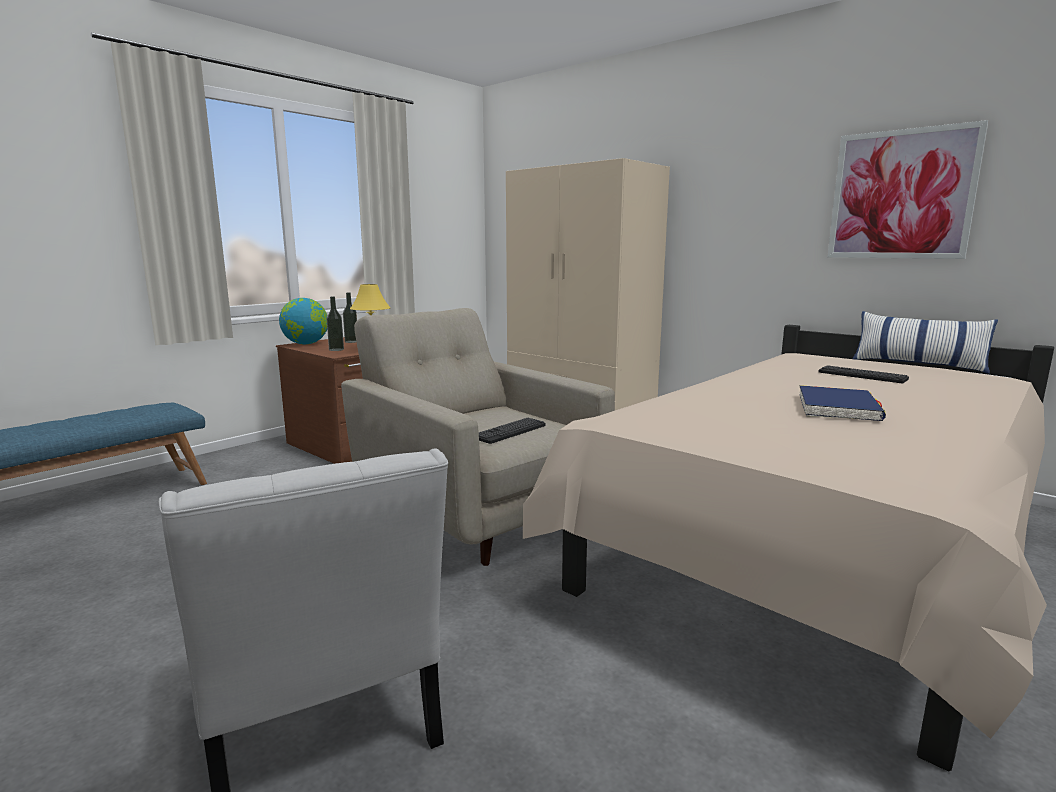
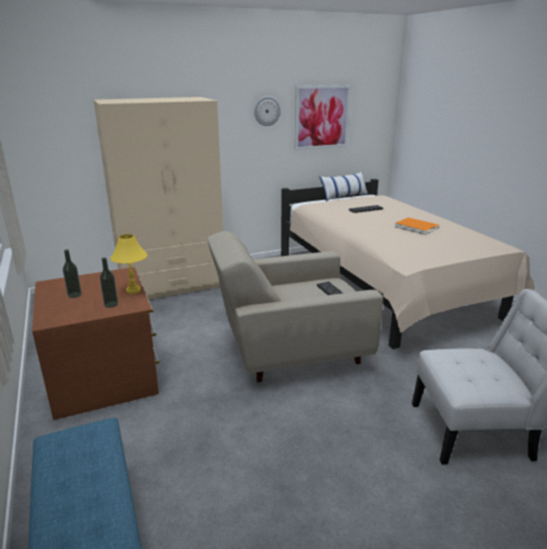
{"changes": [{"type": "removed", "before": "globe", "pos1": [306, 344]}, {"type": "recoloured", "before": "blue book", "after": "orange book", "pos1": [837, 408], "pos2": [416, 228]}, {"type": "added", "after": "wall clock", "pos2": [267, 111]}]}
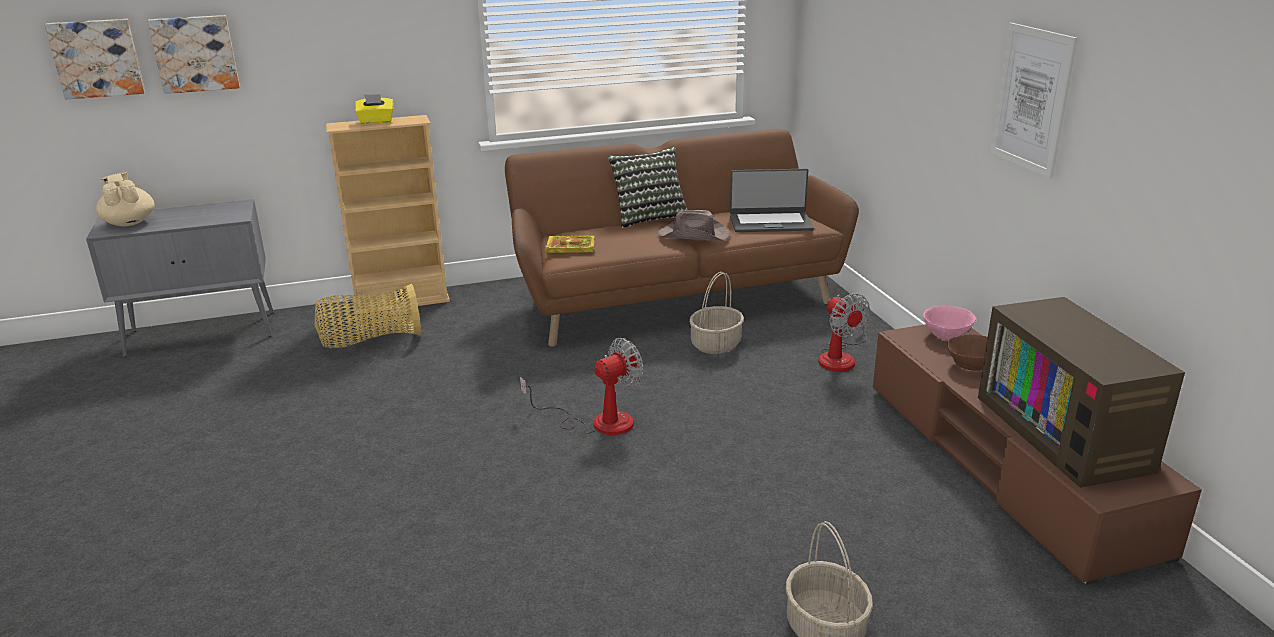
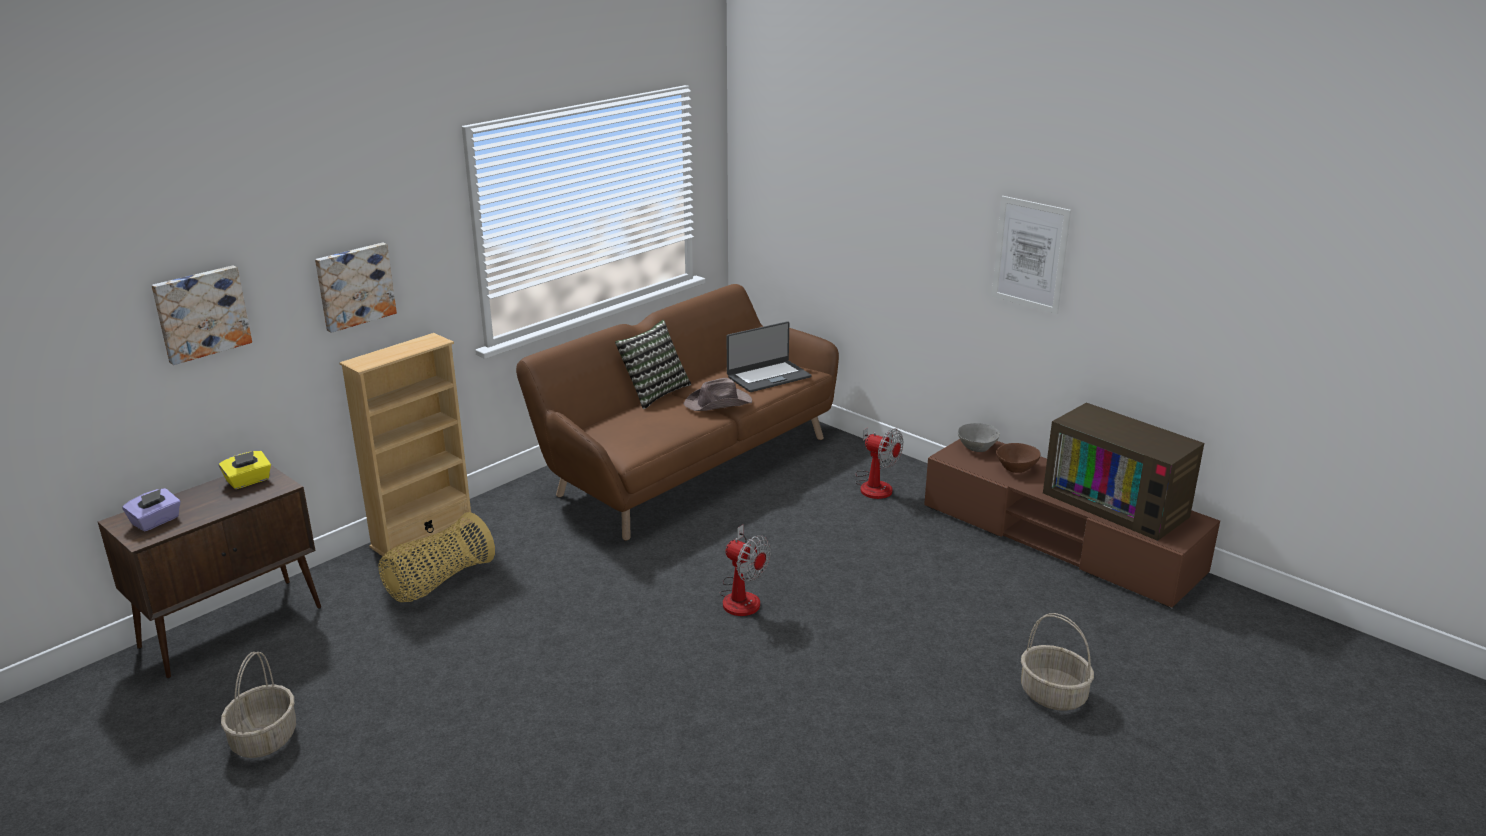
{"changes": [{"type": "moved", "before": "picture", "pos1": [97, 58], "pos2": [354, 286]}, {"type": "recoloured", "before": "grey cabinet", "after": "brown cabinet", "pos1": [203, 333], "pos2": [233, 626]}, {"type": "replaced", "before": "beige teapot", "after": "purple tissue box", "pos1": [129, 223], "pos2": [156, 521]}, {"type": "moved", "before": "yellow tissue box", "pos1": [376, 122], "pos2": [248, 481]}, {"type": "turned", "before": "fan", "pos1": [598, 422], "pos2": [741, 596], "turn": 105}, {"type": "removed", "before": "book", "pos1": [569, 247]}, {"type": "moved", "before": "basket", "pos1": [715, 344], "pos2": [264, 738]}, {"type": "recoloured", "before": "pink bowl", "after": "grey bowl", "pos1": [946, 335], "pos2": [976, 448]}]}
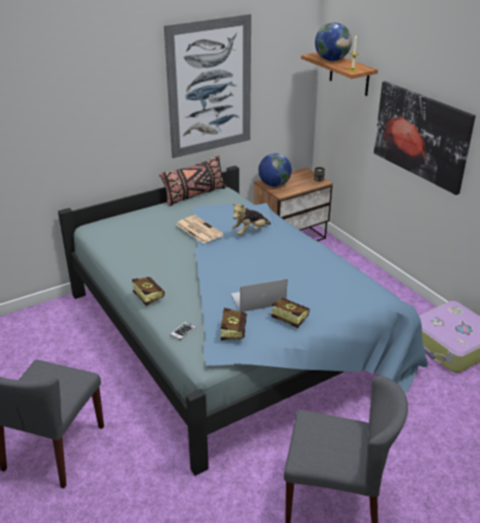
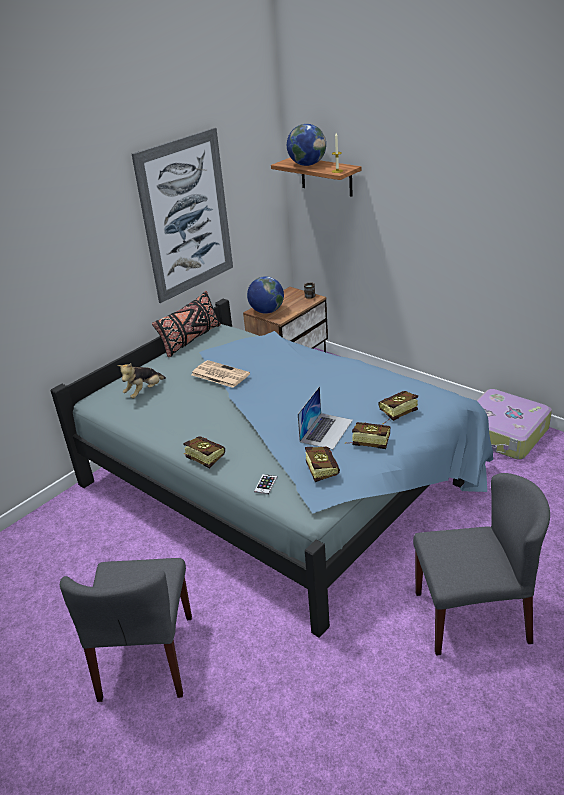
{"changes": [{"type": "turned", "before": "laptop", "pos1": [258, 299], "pos2": [326, 430], "turn": 150}, {"type": "moved", "before": "plush toy", "pos1": [250, 232], "pos2": [144, 392]}, {"type": "removed", "before": "picture", "pos1": [421, 135]}, {"type": "added", "after": "book", "pos2": [395, 414]}]}
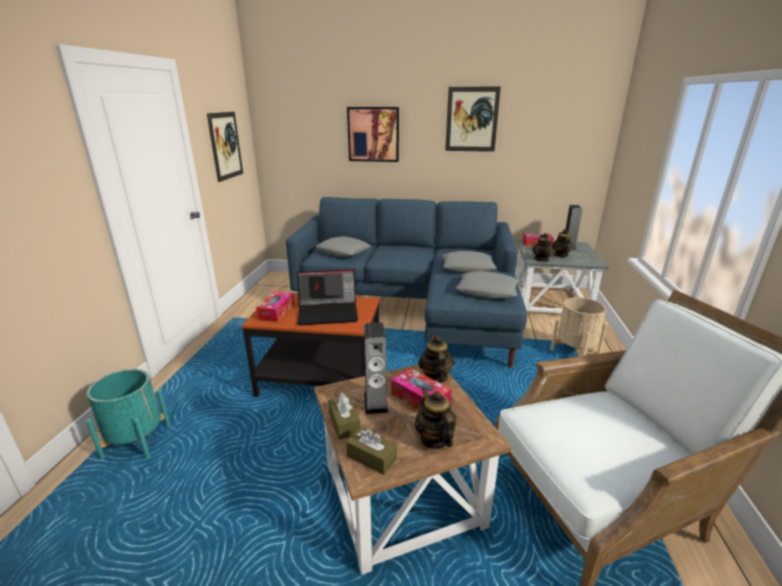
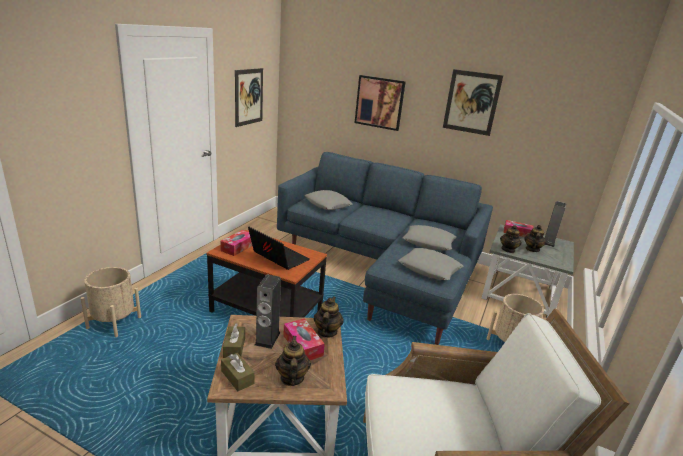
{"changes": [{"type": "recoloured", "before": "turquoise planter", "after": "beige planter", "pos1": [137, 442], "pos2": [114, 323]}, {"type": "turned", "before": "laptop", "pos1": [329, 313], "pos2": [277, 257], "turn": -150}]}
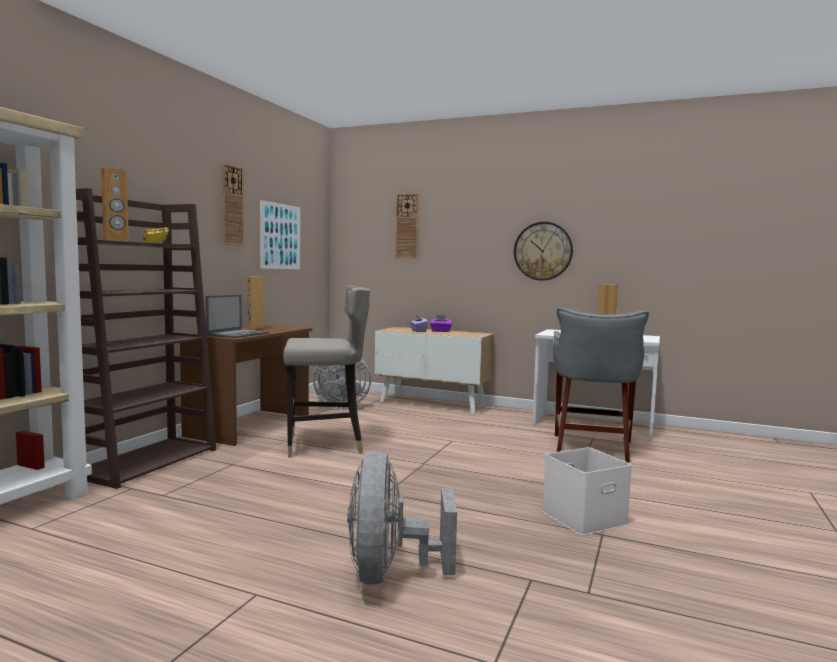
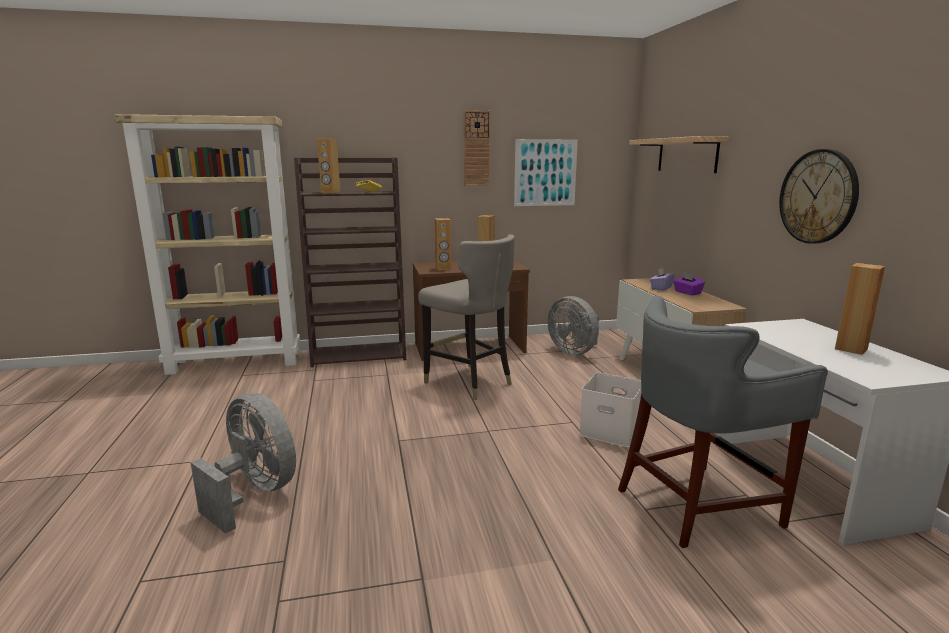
{"changes": [{"type": "replaced", "before": "laptop", "after": "brown speaker", "pos1": [238, 334], "pos2": [443, 268]}, {"type": "turned", "before": "grey fan", "pos1": [390, 573], "pos2": [255, 493], "turn": 75}, {"type": "replaced", "before": "wall clock", "after": "shelf", "pos1": [407, 226], "pos2": [687, 155]}, {"type": "moved", "before": "white storage box", "pos1": [584, 517], "pos2": [611, 430]}]}
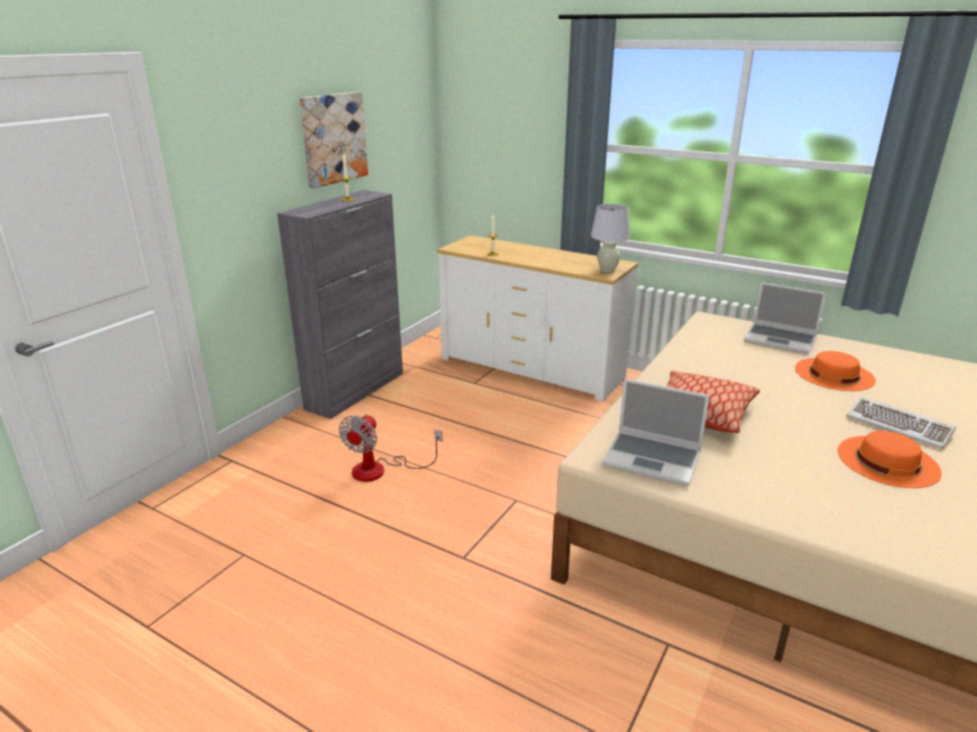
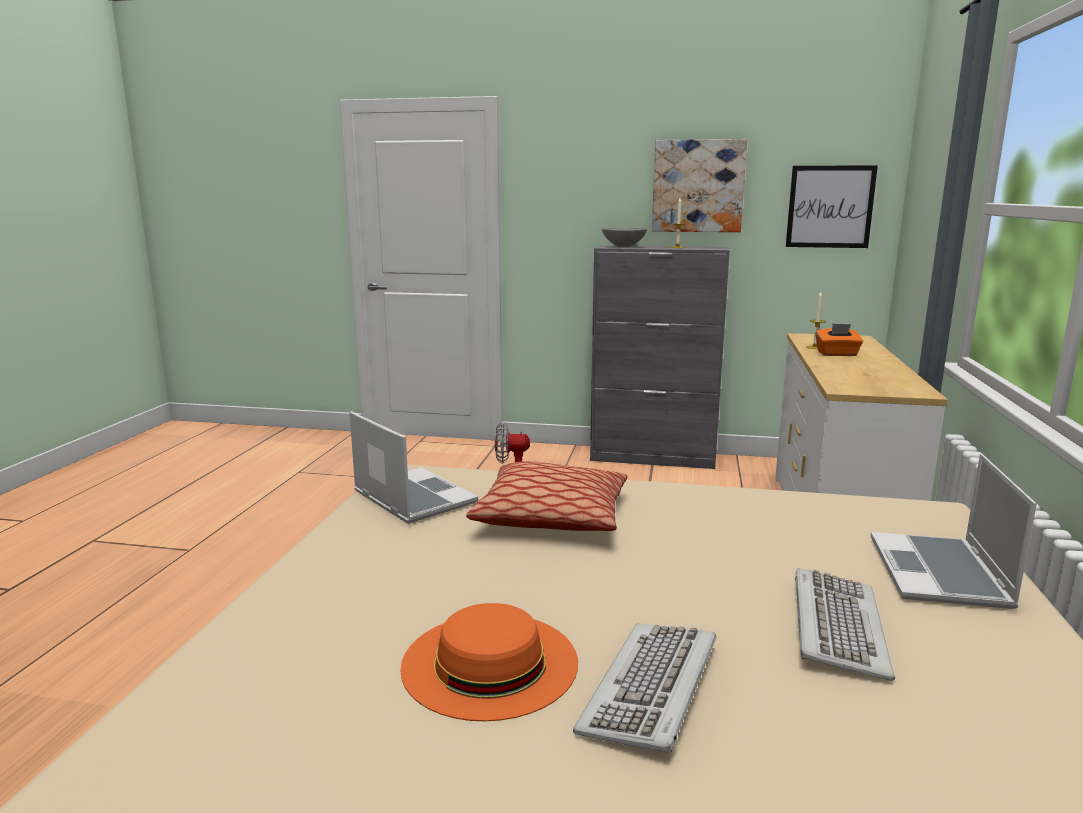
{"changes": [{"type": "removed", "before": "white table lamp", "pos1": [607, 270]}, {"type": "turned", "before": "laptop", "pos1": [653, 459], "pos2": [412, 498], "turn": 135}, {"type": "replaced", "before": "orange hat", "after": "keyboard", "pos1": [834, 374], "pos2": [836, 626]}, {"type": "added", "after": "grey bowl", "pos2": [624, 246]}, {"type": "added", "after": "picture", "pos2": [830, 207]}, {"type": "added", "after": "orange tissue box", "pos2": [837, 354]}]}
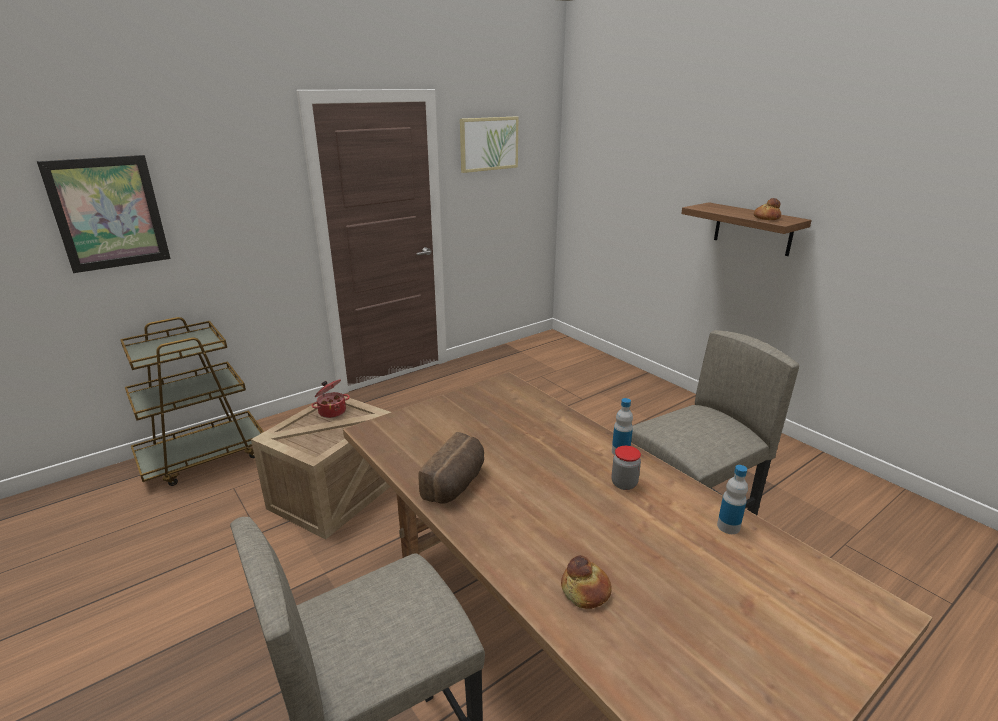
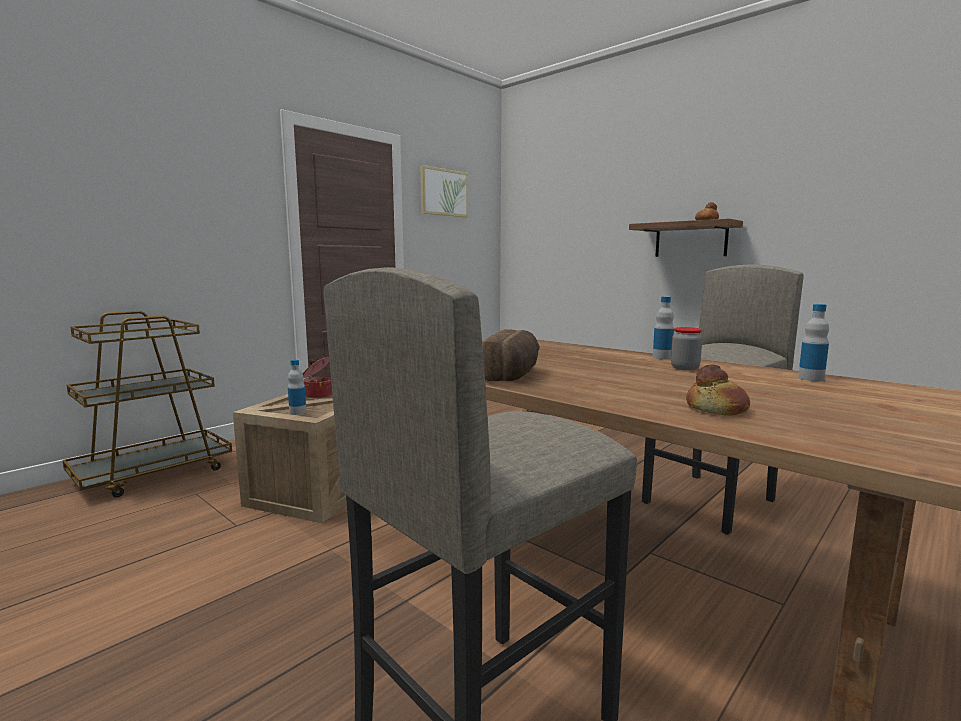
{"changes": [{"type": "removed", "before": "picture", "pos1": [108, 213]}, {"type": "added", "after": "bottle", "pos2": [297, 412]}]}
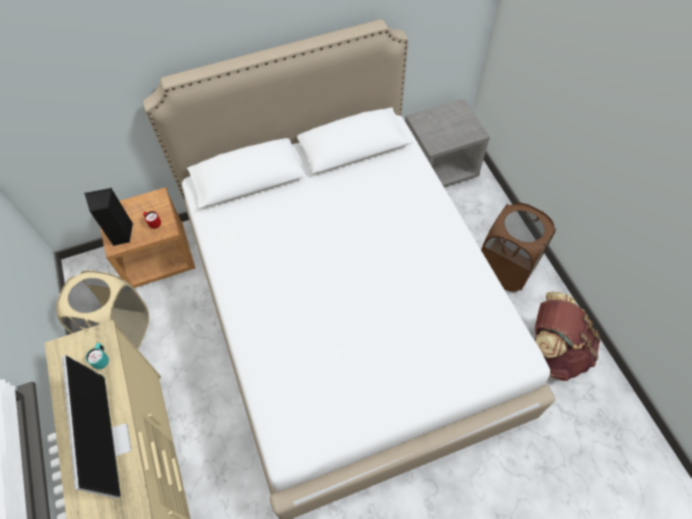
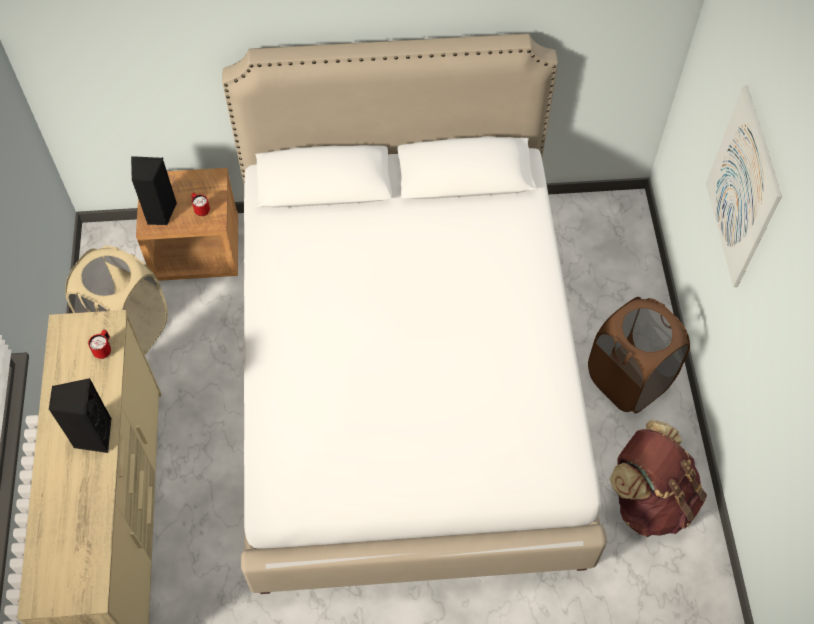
{"changes": [{"type": "replaced", "before": "monitor", "after": "black speaker", "pos1": [112, 441], "pos2": [93, 436]}, {"type": "recoloured", "before": "turquoise mug", "after": "red mug", "pos1": [102, 359], "pos2": [104, 349]}, {"type": "removed", "before": "grey nightstand", "pos1": [439, 167]}, {"type": "added", "after": "picture", "pos2": [742, 189]}]}
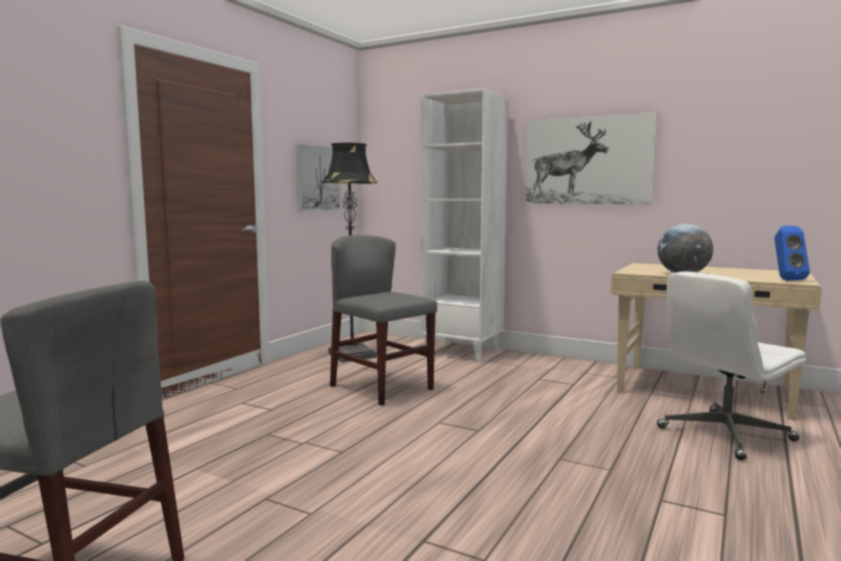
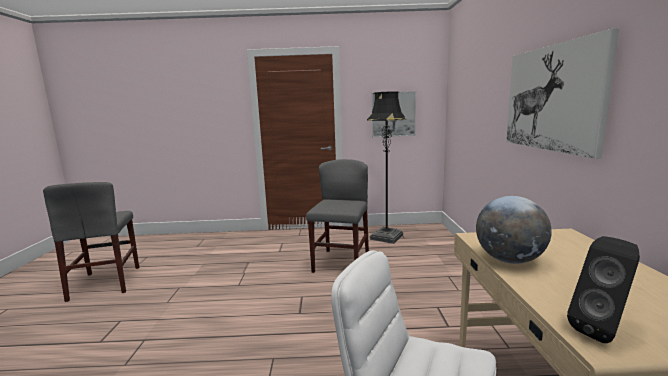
{"changes": [{"type": "removed", "before": "white bookcase", "pos1": [463, 352]}, {"type": "recoloured", "before": "blue speaker", "after": "black speaker", "pos1": [786, 280], "pos2": [603, 331]}]}
